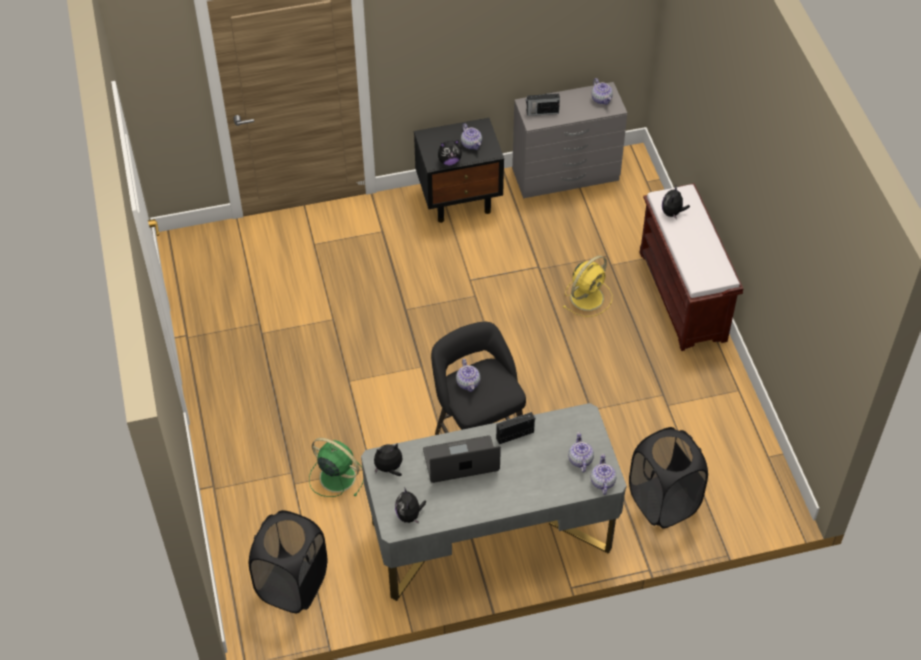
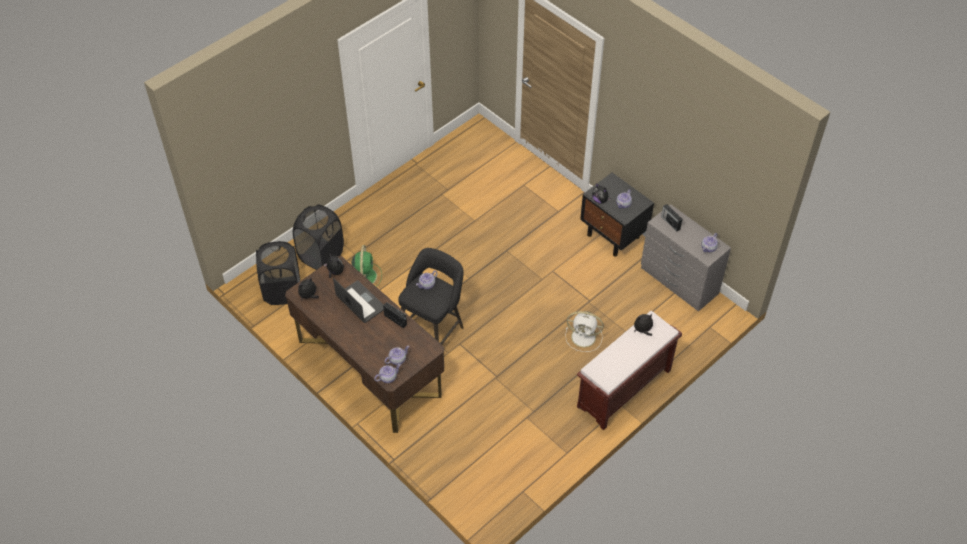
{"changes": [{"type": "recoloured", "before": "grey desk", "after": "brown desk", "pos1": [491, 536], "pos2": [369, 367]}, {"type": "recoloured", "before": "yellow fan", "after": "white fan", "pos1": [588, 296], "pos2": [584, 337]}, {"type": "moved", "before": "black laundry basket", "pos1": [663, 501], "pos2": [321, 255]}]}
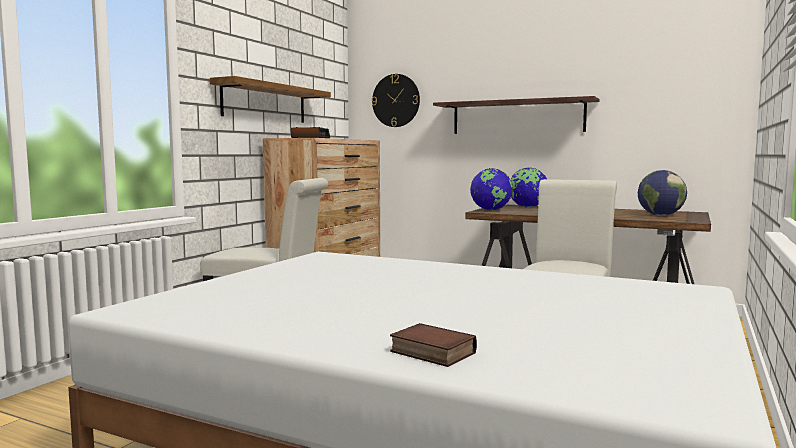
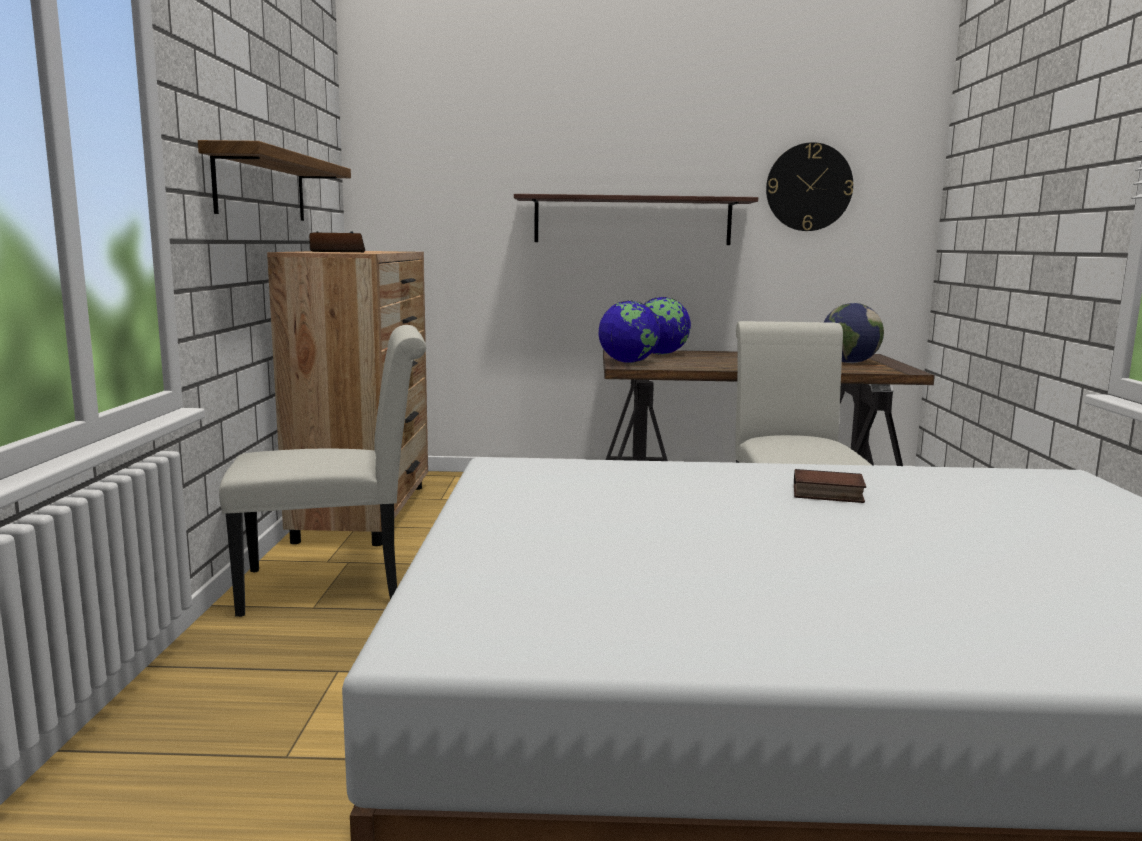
{"changes": [{"type": "moved", "before": "wall clock", "pos1": [396, 100], "pos2": [809, 187]}, {"type": "moved", "before": "book", "pos1": [430, 352], "pos2": [826, 494]}]}
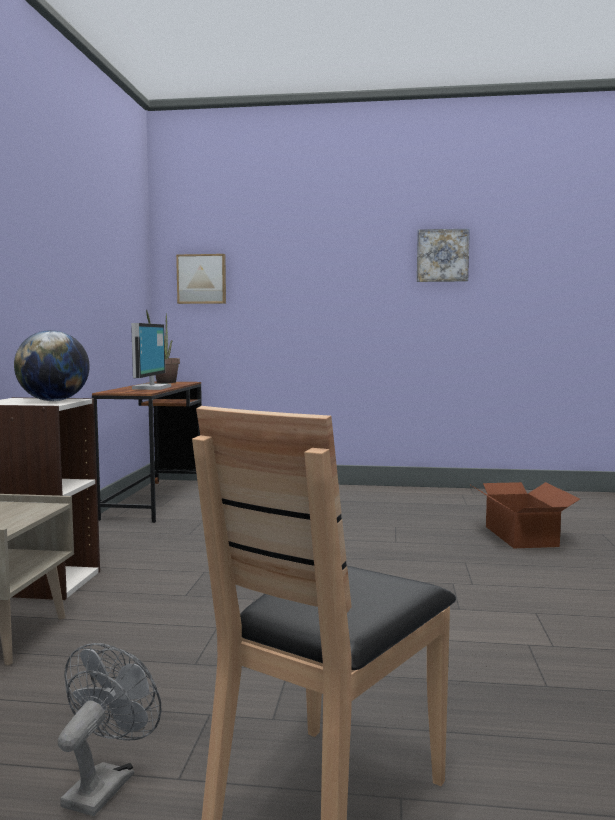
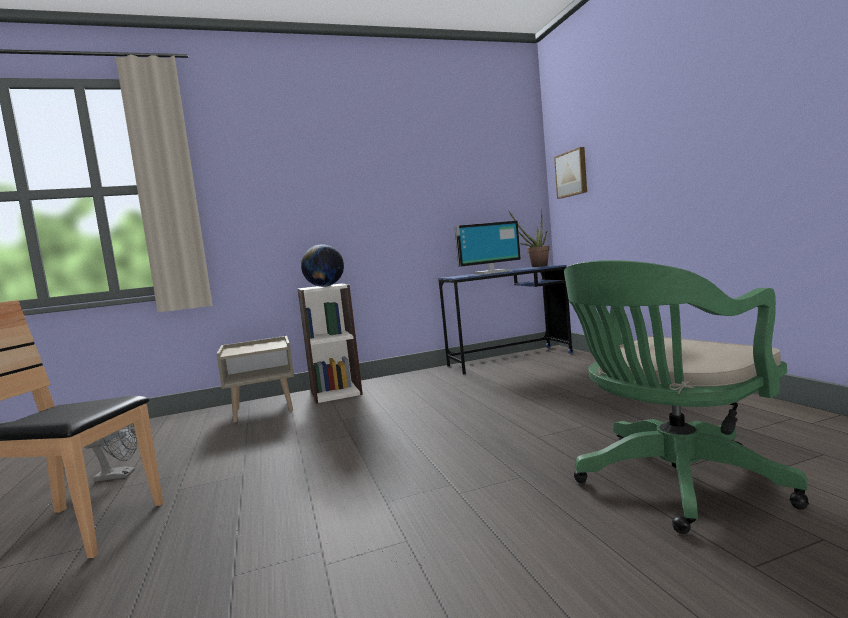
{"changes": [{"type": "recoloured", "before": "brown desk", "after": "blue desk", "pos1": [155, 500], "pos2": [509, 360]}, {"type": "removed", "before": "picture", "pos1": [442, 255]}, {"type": "replaced", "before": "cardboard box", "after": "green office chair", "pos1": [520, 536], "pos2": [673, 484]}]}
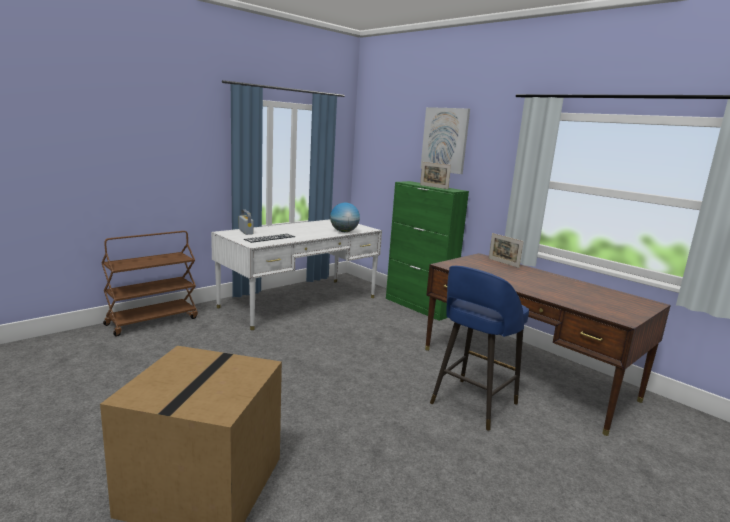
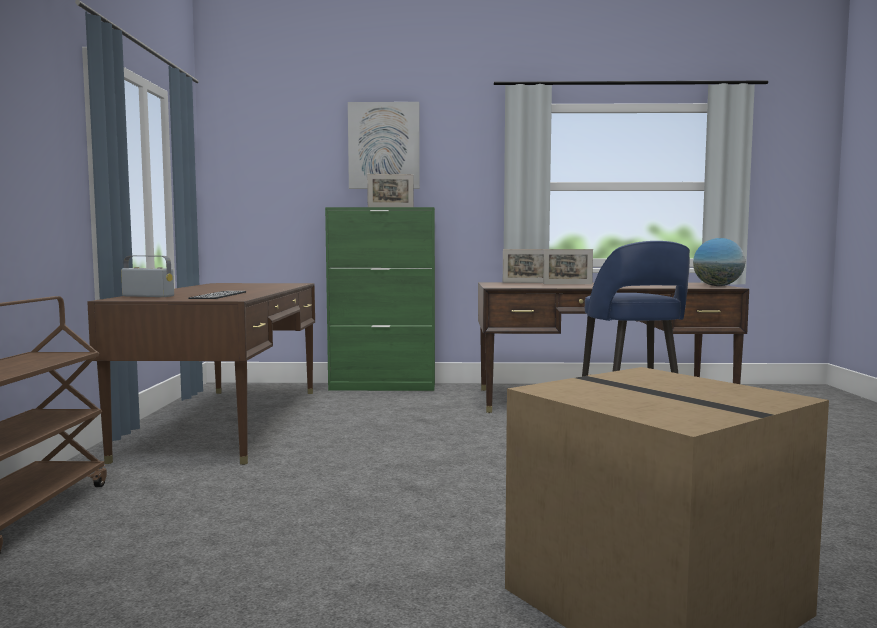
{"changes": [{"type": "recoloured", "before": "white desk", "after": "brown desk", "pos1": [299, 302], "pos2": [228, 421]}, {"type": "moved", "before": "globe", "pos1": [344, 232], "pos2": [717, 286]}, {"type": "added", "after": "picture frame", "pos2": [567, 284]}]}
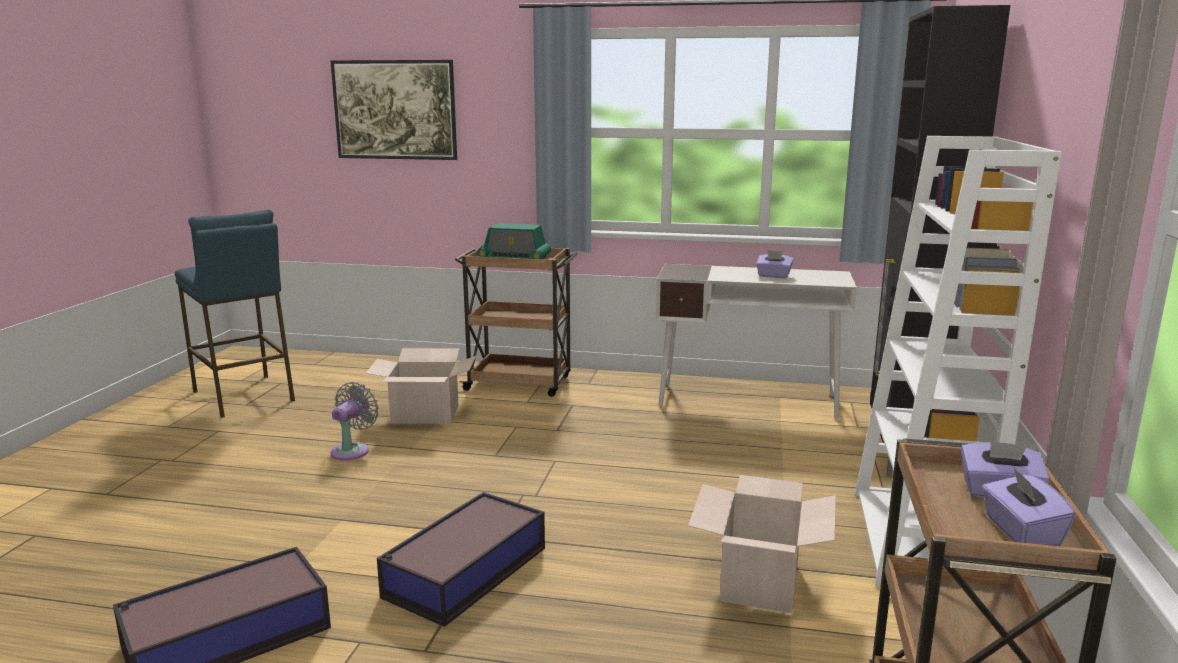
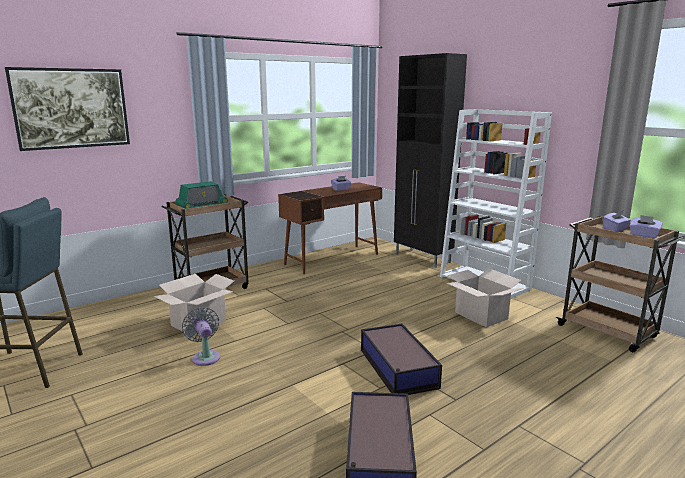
{"changes": [{"type": "recoloured", "before": "white desk", "after": "brown desk", "pos1": [748, 400], "pos2": [332, 259]}]}
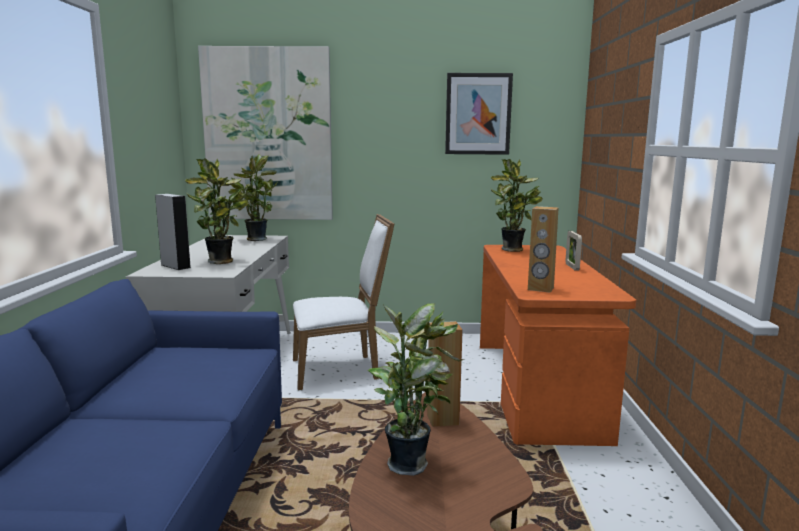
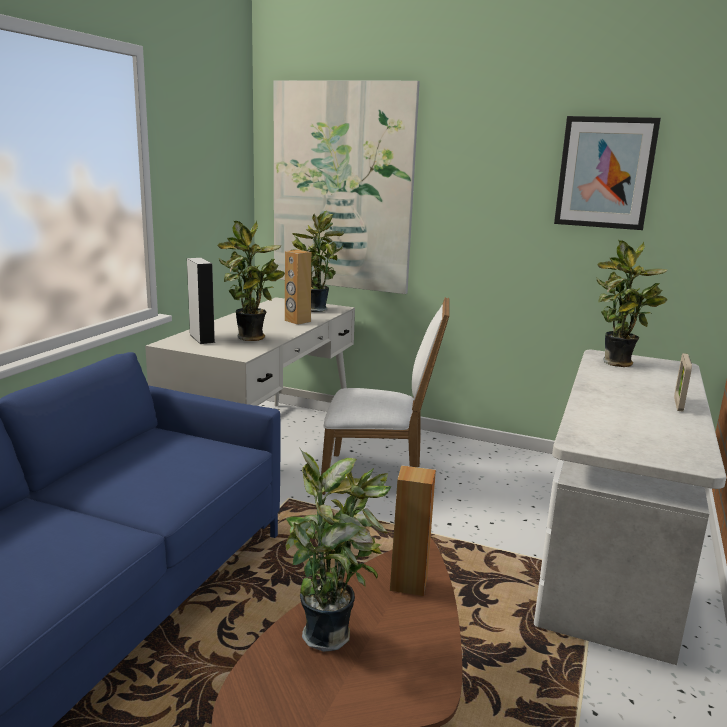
{"changes": [{"type": "recoloured", "before": "orange desk", "after": "white desk", "pos1": [537, 387], "pos2": [613, 551]}, {"type": "moved", "before": "brown speaker", "pos1": [540, 289], "pos2": [297, 321]}]}
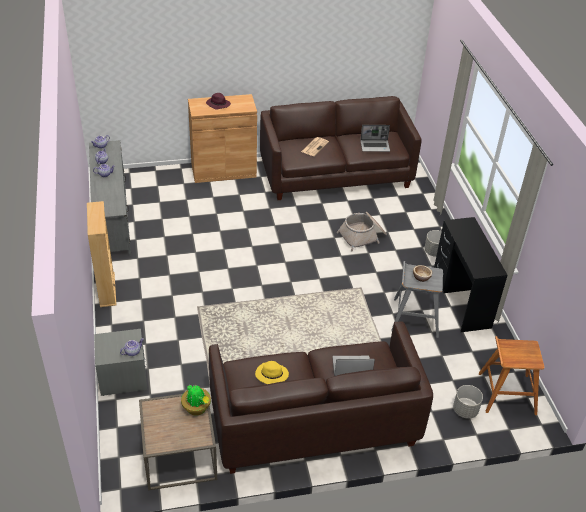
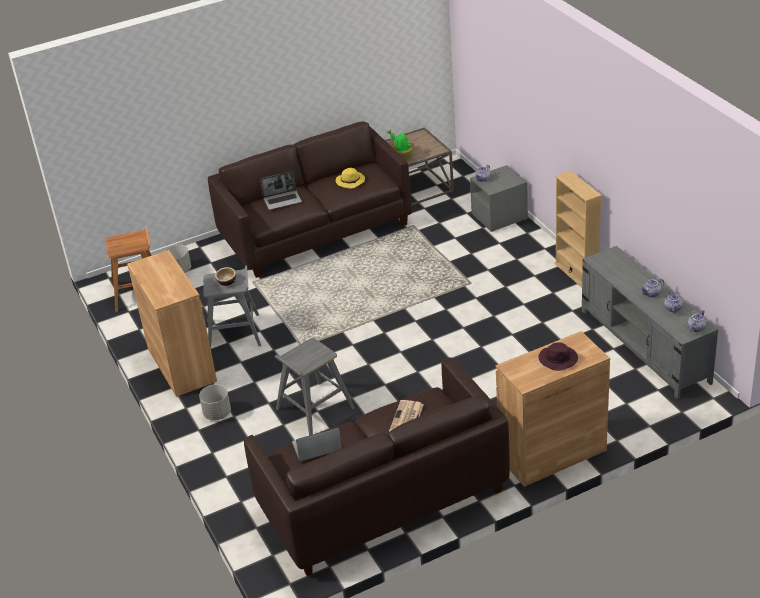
{"changes": [{"type": "replaced", "before": "basket", "after": "grey stool", "pos1": [363, 236], "pos2": [314, 409]}, {"type": "replaced", "before": "black desk", "after": "brown cabinet", "pos1": [461, 300], "pos2": [182, 365]}]}
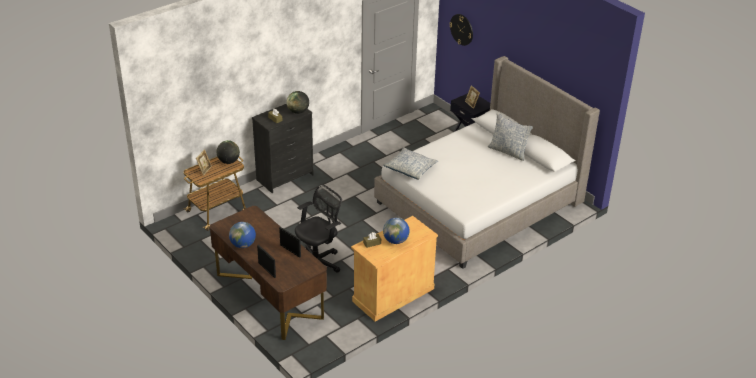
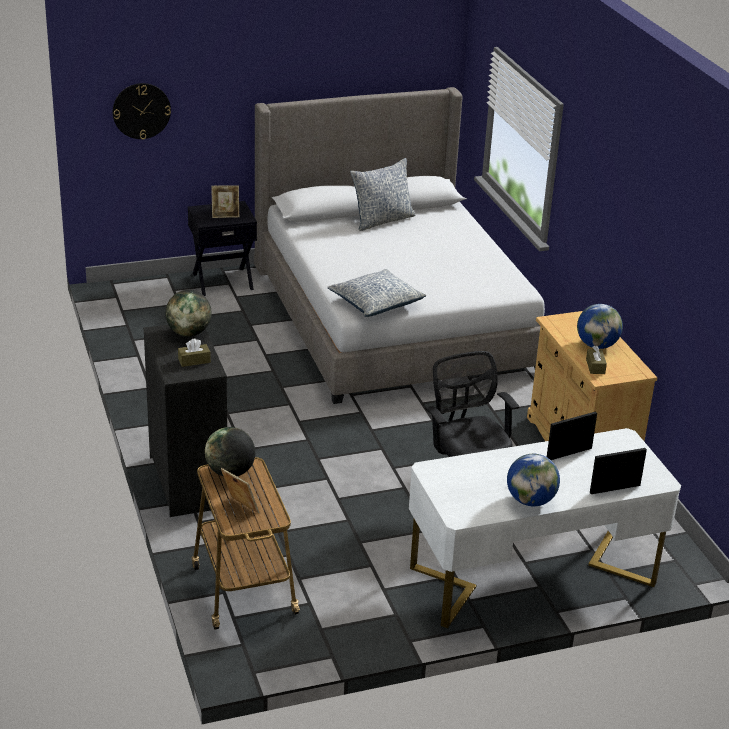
{"changes": [{"type": "recoloured", "before": "brown desk", "after": "white desk", "pos1": [269, 296], "pos2": [532, 575]}]}
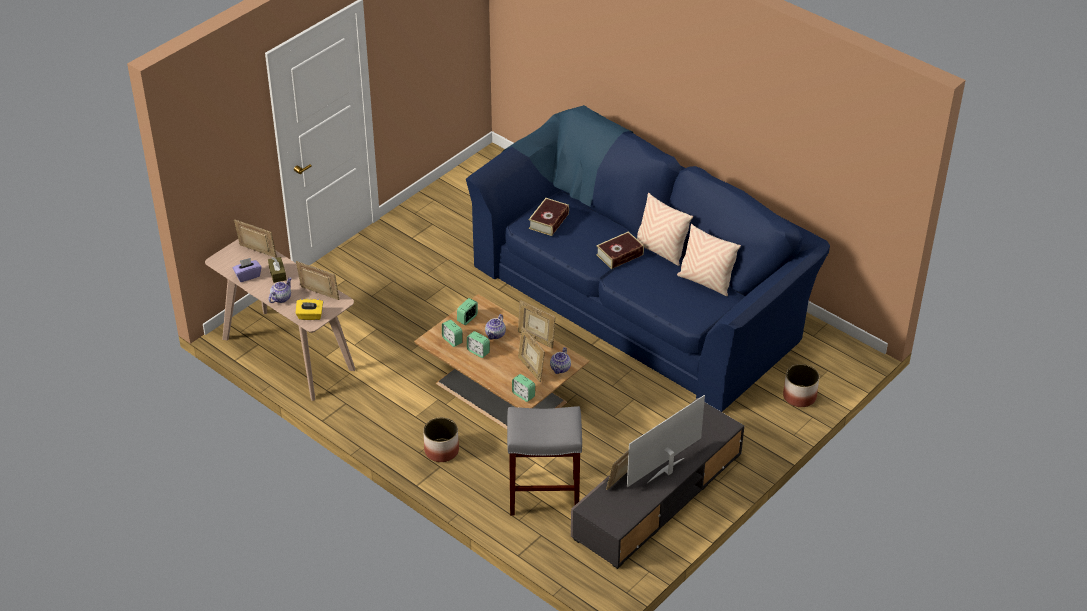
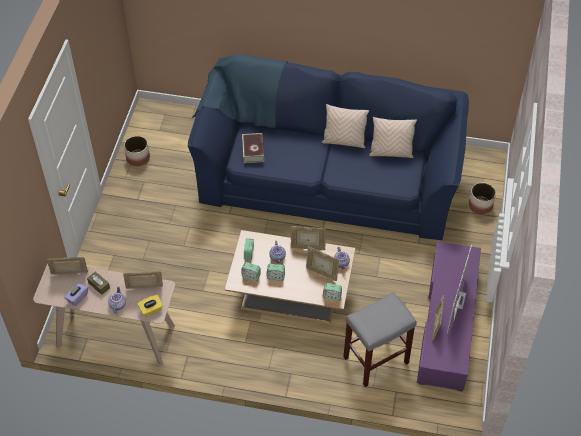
{"changes": [{"type": "moved", "before": "planter", "pos1": [441, 450], "pos2": [138, 158]}, {"type": "recoloured", "before": "grey tv stand", "after": "purple tv stand", "pos1": [657, 495], "pos2": [447, 323]}, {"type": "removed", "before": "book", "pos1": [619, 255]}]}
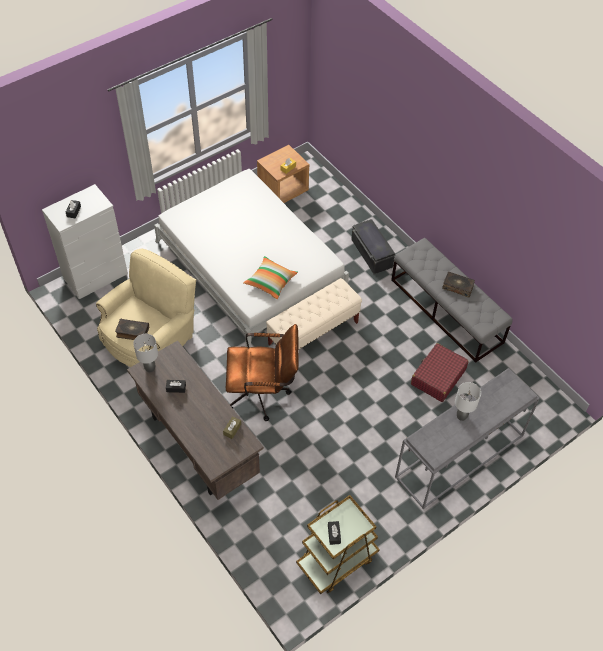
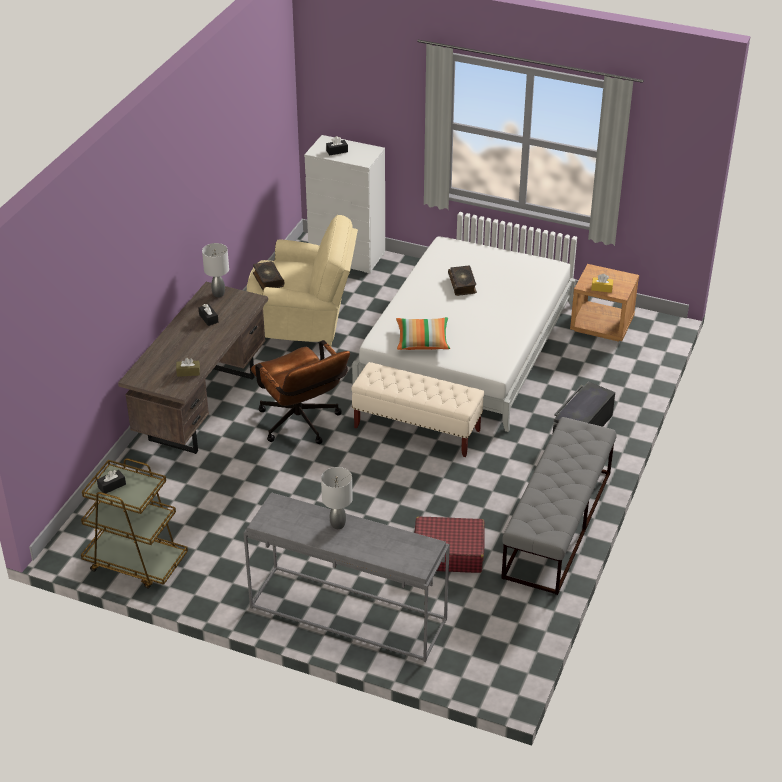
{"changes": [{"type": "moved", "before": "book", "pos1": [458, 287], "pos2": [462, 284]}]}
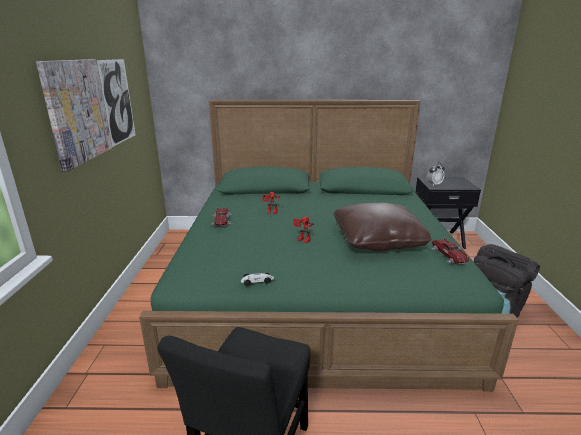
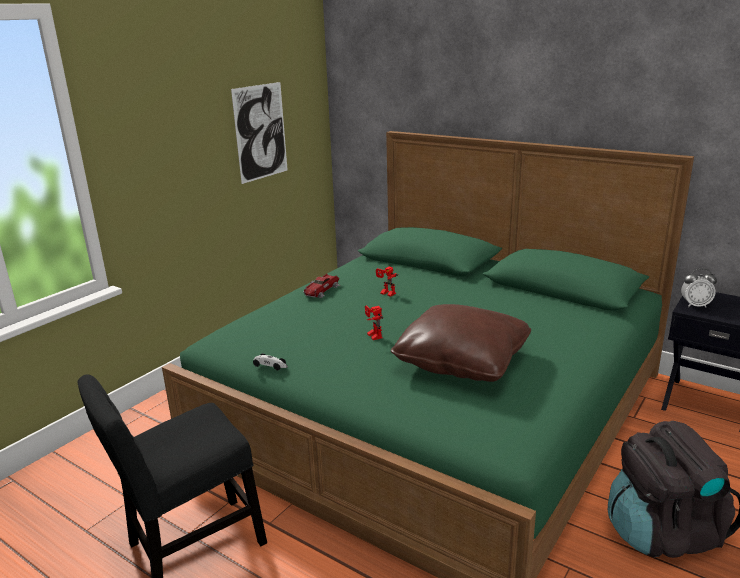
{"changes": [{"type": "removed", "before": "picture", "pos1": [77, 111]}, {"type": "removed", "before": "toy car", "pos1": [449, 256]}]}
